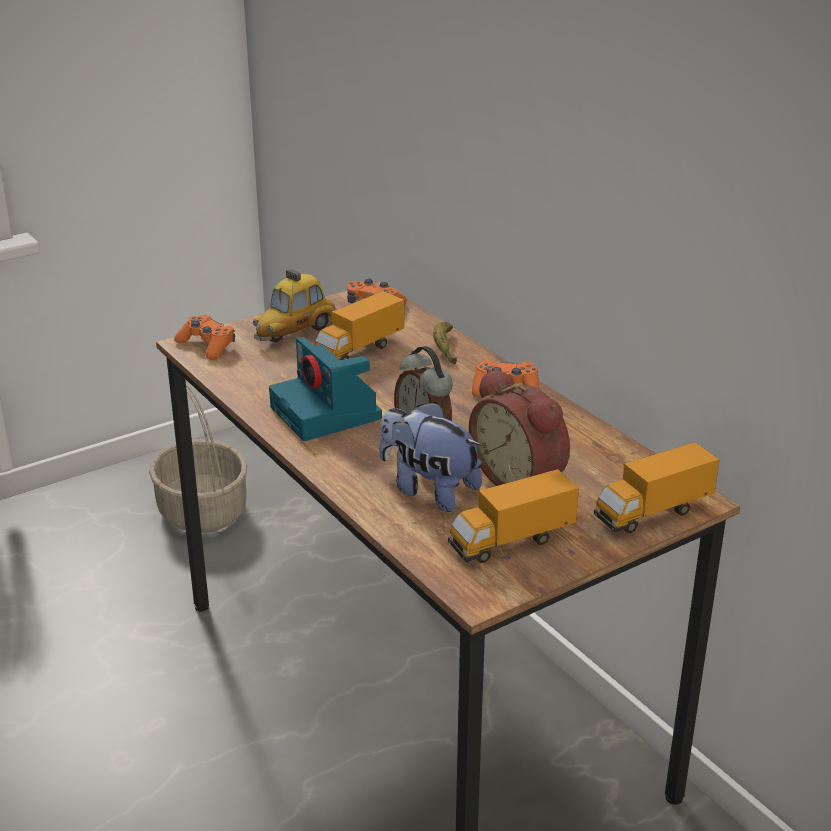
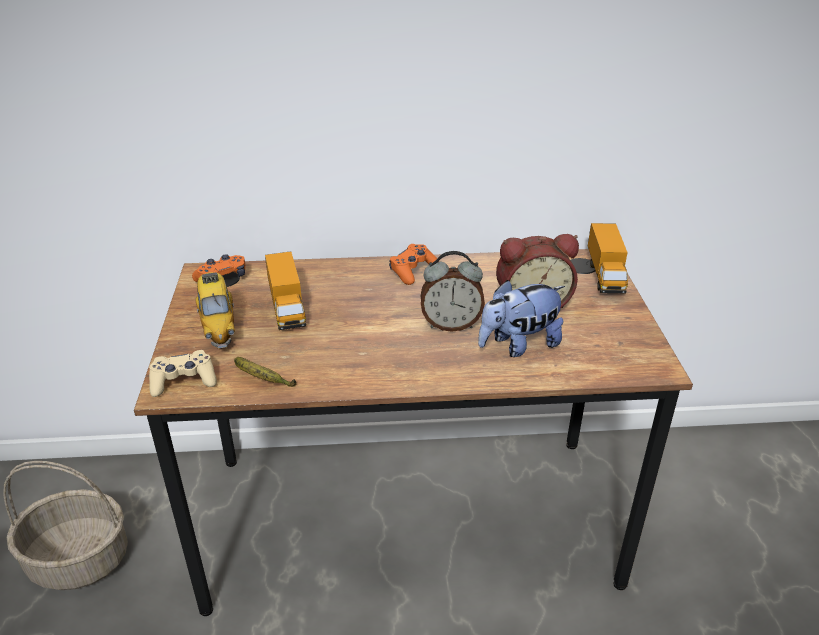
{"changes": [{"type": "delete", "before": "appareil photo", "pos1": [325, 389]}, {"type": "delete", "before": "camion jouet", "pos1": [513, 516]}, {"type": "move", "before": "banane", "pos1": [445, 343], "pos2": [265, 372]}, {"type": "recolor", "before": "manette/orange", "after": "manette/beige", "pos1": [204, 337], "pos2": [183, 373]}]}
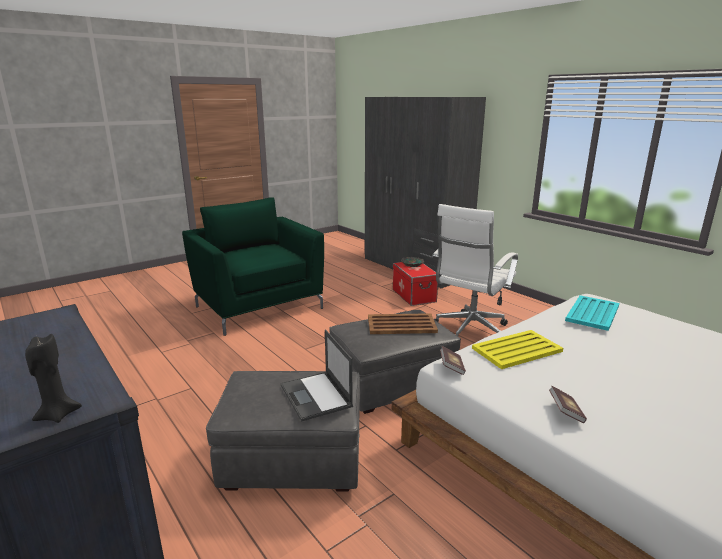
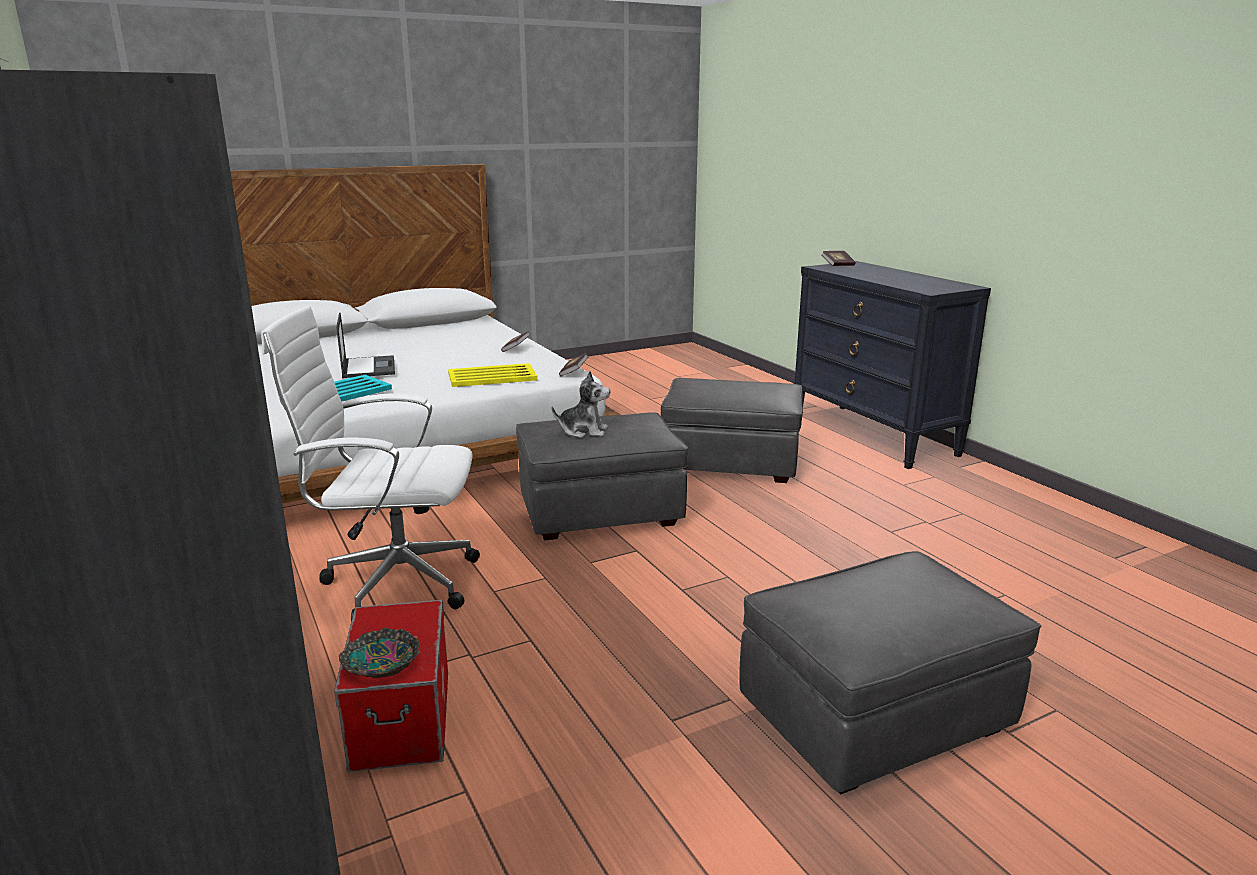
{"changes": [{"type": "move", "before": "ordinateur portable", "pos1": [317, 375], "pos2": [365, 345]}, {"type": "replace", "before": "bougie/noir", "after": "livre", "pos1": [53, 378], "pos2": [838, 258]}, {"type": "replace", "before": "fauteuil/vert", "after": "pouf/gris", "pos1": [253, 266], "pos2": [890, 672]}, {"type": "replace", "before": "plateau/marron", "after": "peluche", "pos1": [403, 323], "pos2": [581, 404]}, {"type": "rotate", "before": "chaise de bureau/blanc", "pos1": [475, 270], "pos2": [370, 463], "turn": -135}]}
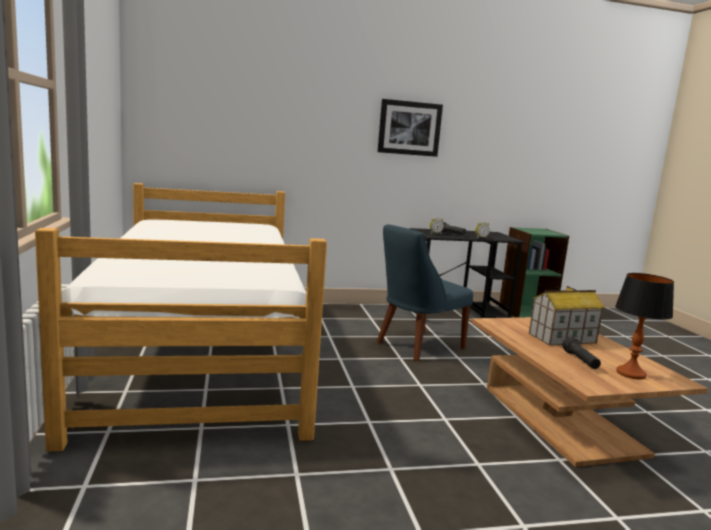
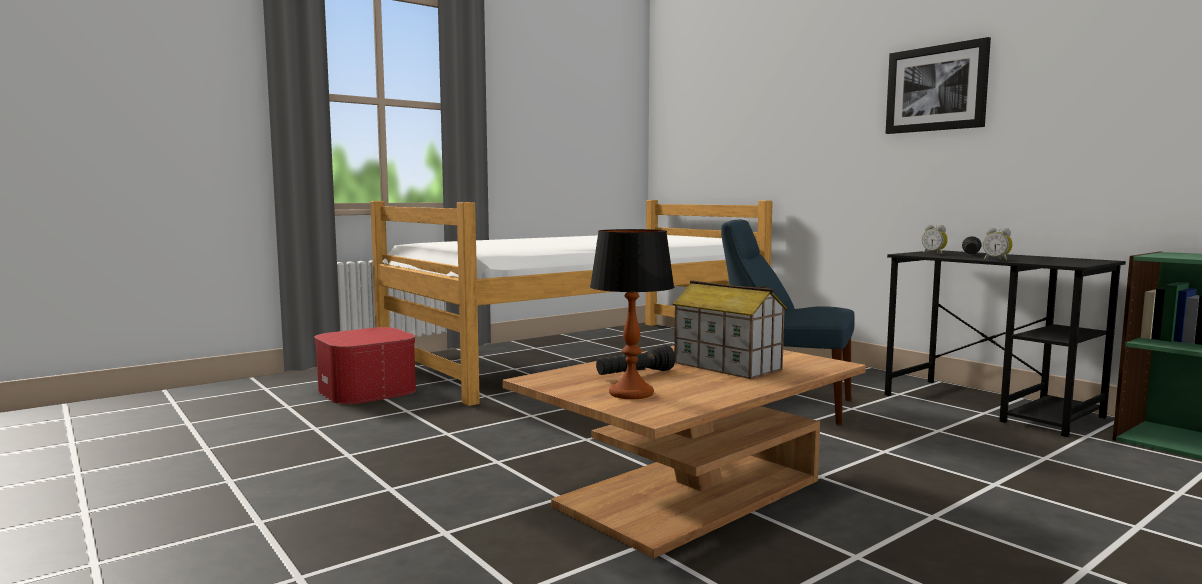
{"changes": [{"type": "insert", "after": "pouf", "pos2": [365, 365]}]}
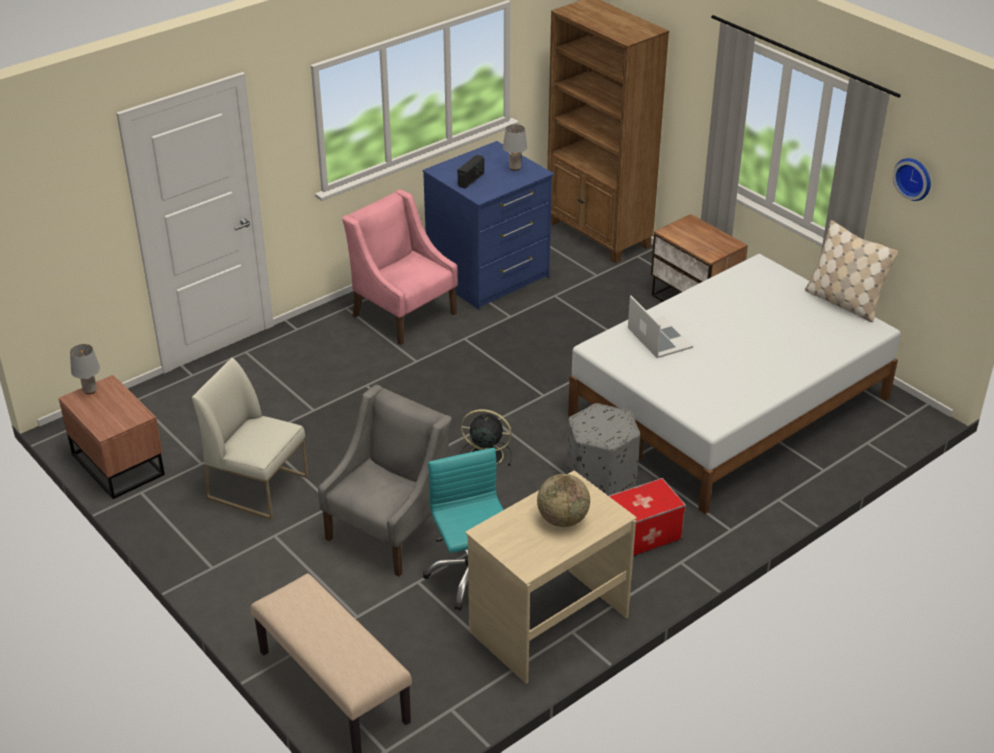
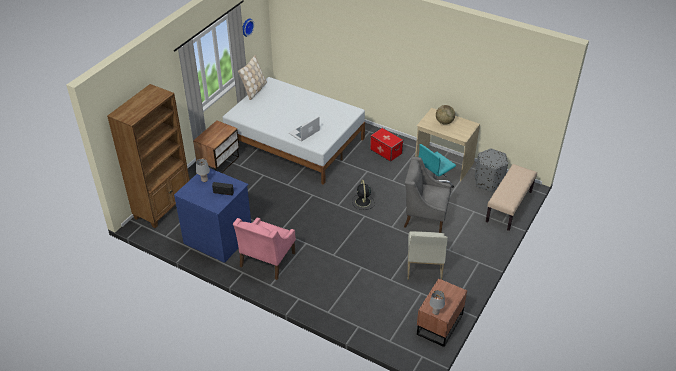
{"changes": [{"type": "move", "before": "pouf/gris", "pos1": [603, 449], "pos2": [491, 170]}]}
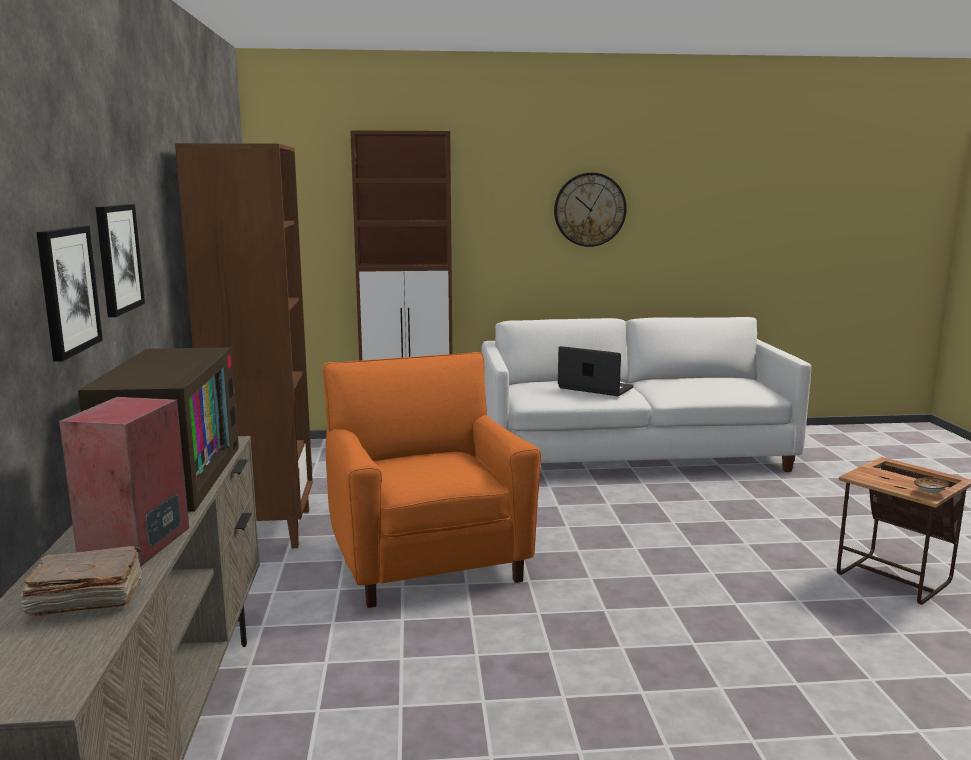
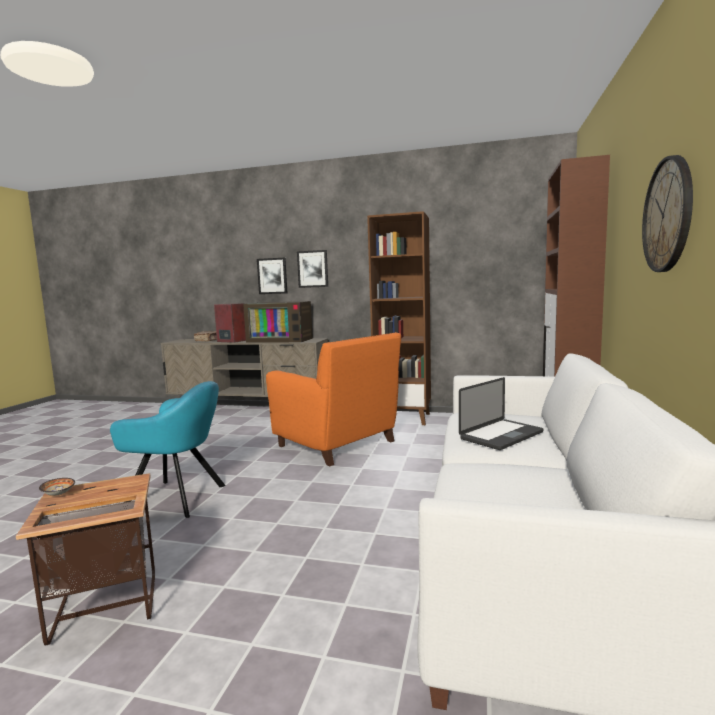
{"changes": [{"type": "insert", "after": "fauteuil/turquoise", "pos2": [168, 449]}, {"type": "rotate", "before": "fauteuil/orange", "pos1": [432, 480], "pos2": [333, 399], "turn": 45}]}
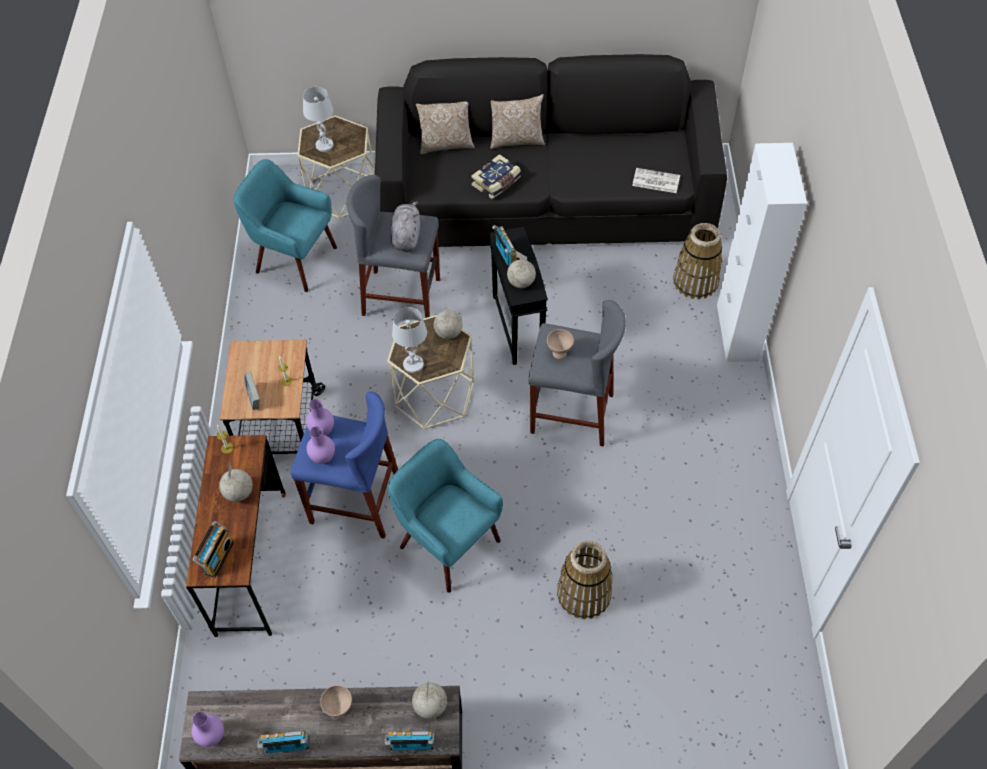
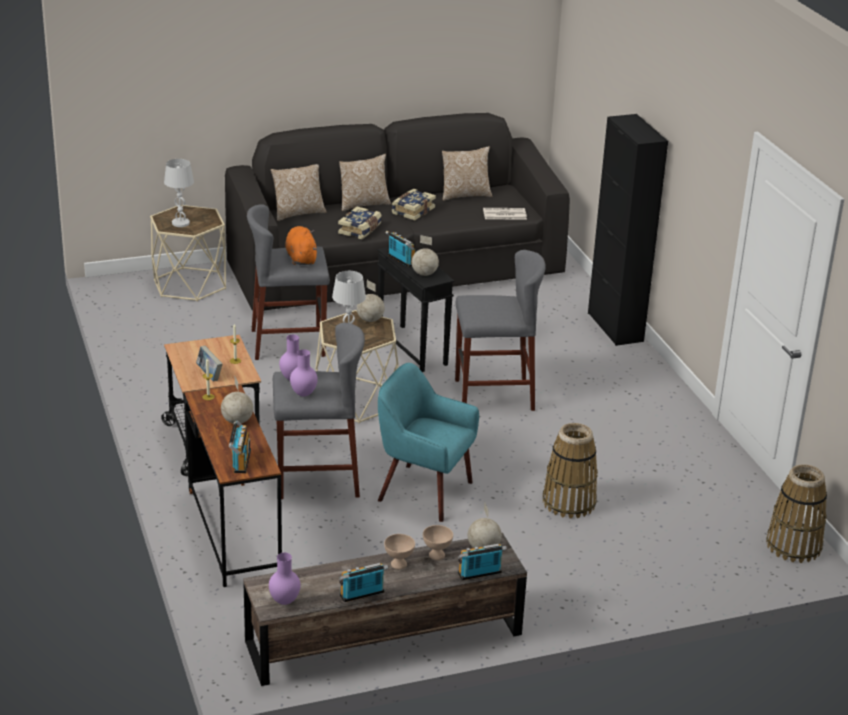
{"changes": [{"type": "delete", "before": "fauteuil/turquoise", "pos1": [285, 225]}, {"type": "insert", "after": "livre", "pos2": [413, 205]}, {"type": "insert", "after": "coussin", "pos2": [467, 173]}, {"type": "move", "before": "bol/beige", "pos1": [560, 344], "pos2": [438, 542]}, {"type": "move", "before": "panier", "pos1": [697, 261], "pos2": [796, 514]}, {"type": "recolor", "before": "tabouret/bleu", "after": "tabouret/gris", "pos1": [344, 465], "pos2": [319, 411]}, {"type": "recolor", "before": "peluche/gris", "after": "peluche/orange", "pos1": [405, 226], "pos2": [301, 245]}, {"type": "recolor", "before": "meuble de rangement/blanc", "after": "meuble de rangement/noir", "pos1": [762, 252], "pos2": [628, 230]}]}
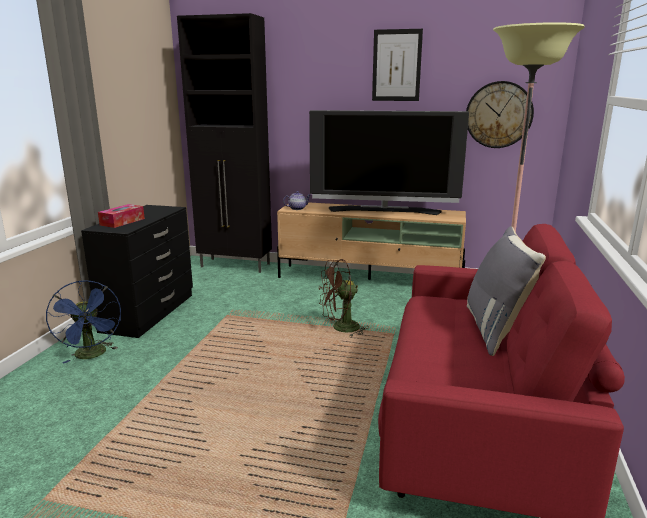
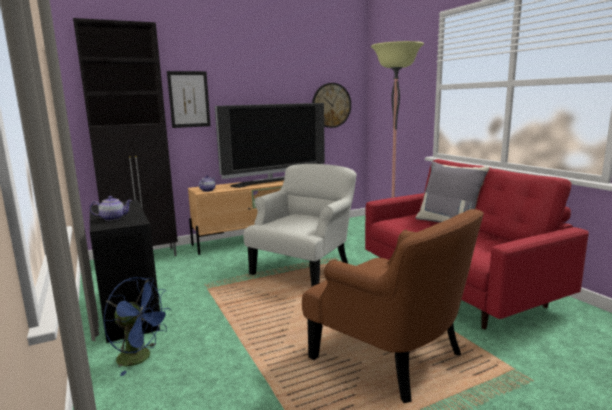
{"changes": [{"type": "insert", "after": "fauteuil/marron", "pos2": [393, 306]}, {"type": "move", "before": "tableau", "pos1": [397, 65], "pos2": [189, 99]}, {"type": "replace", "before": "boîte à mouchoirs", "after": "théière", "pos1": [121, 216], "pos2": [111, 208]}, {"type": "replace", "before": "ventilateur/marron", "after": "fauteuil/blanc", "pos1": [344, 298], "pos2": [299, 225]}]}
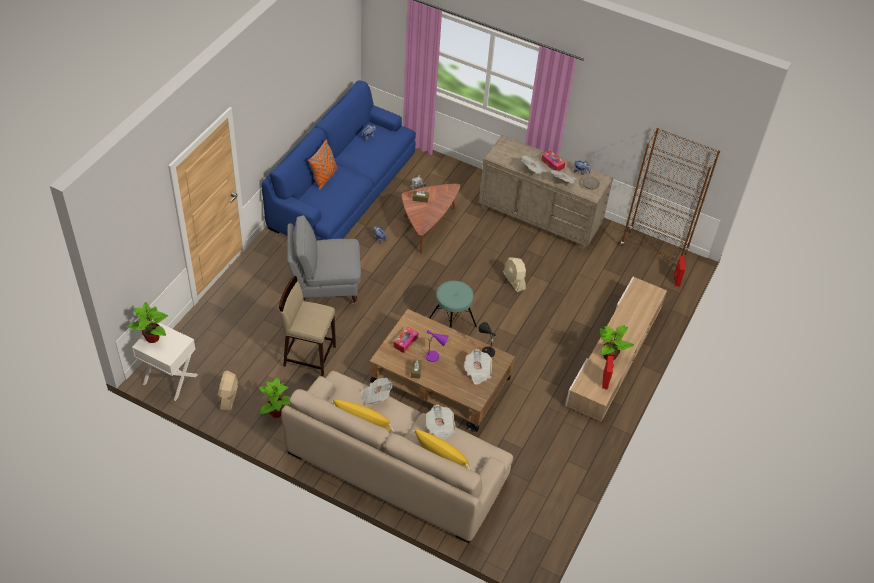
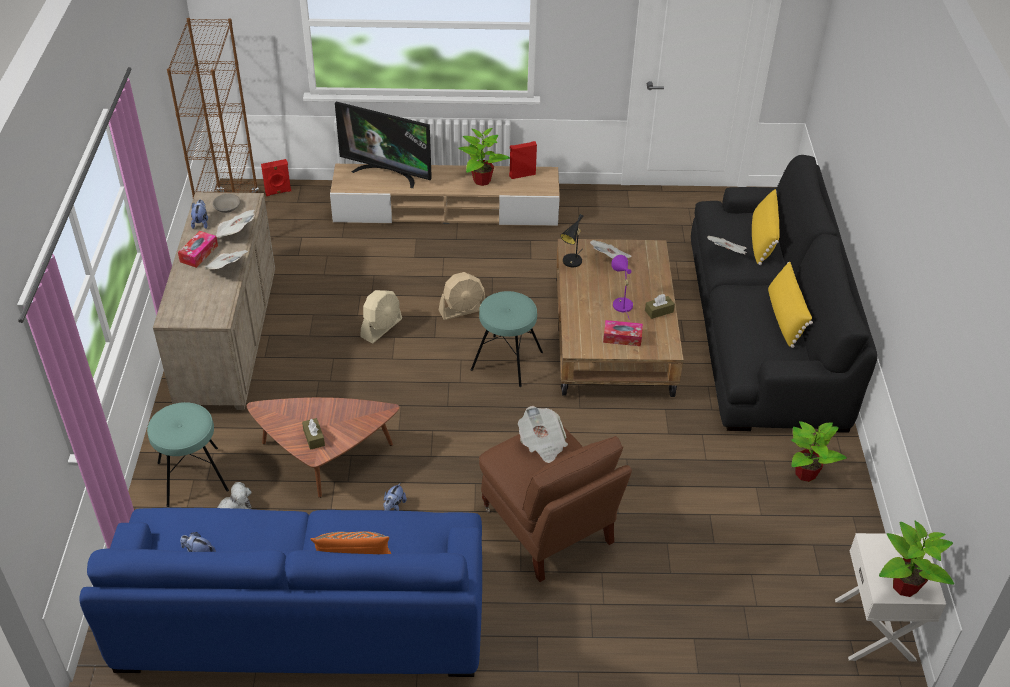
{"changes": [{"type": "delete", "before": "tabouret/beige", "pos1": [307, 326]}, {"type": "insert", "after": "tabouret/turquoise", "pos2": [188, 454]}, {"type": "insert", "after": "téléviseur", "pos2": [383, 144]}, {"type": "move", "before": "ventilateur/beige", "pos1": [227, 390], "pos2": [462, 296]}, {"type": "move", "before": "journal", "pos1": [376, 391], "pos2": [543, 434]}, {"type": "recolor", "before": "canapé/beige", "after": "canapé/noir", "pos1": [397, 457], "pos2": [784, 294]}, {"type": "recolor", "before": "fauteuil/gris", "after": "fauteuil/marron", "pos1": [324, 260], "pos2": [555, 504]}]}
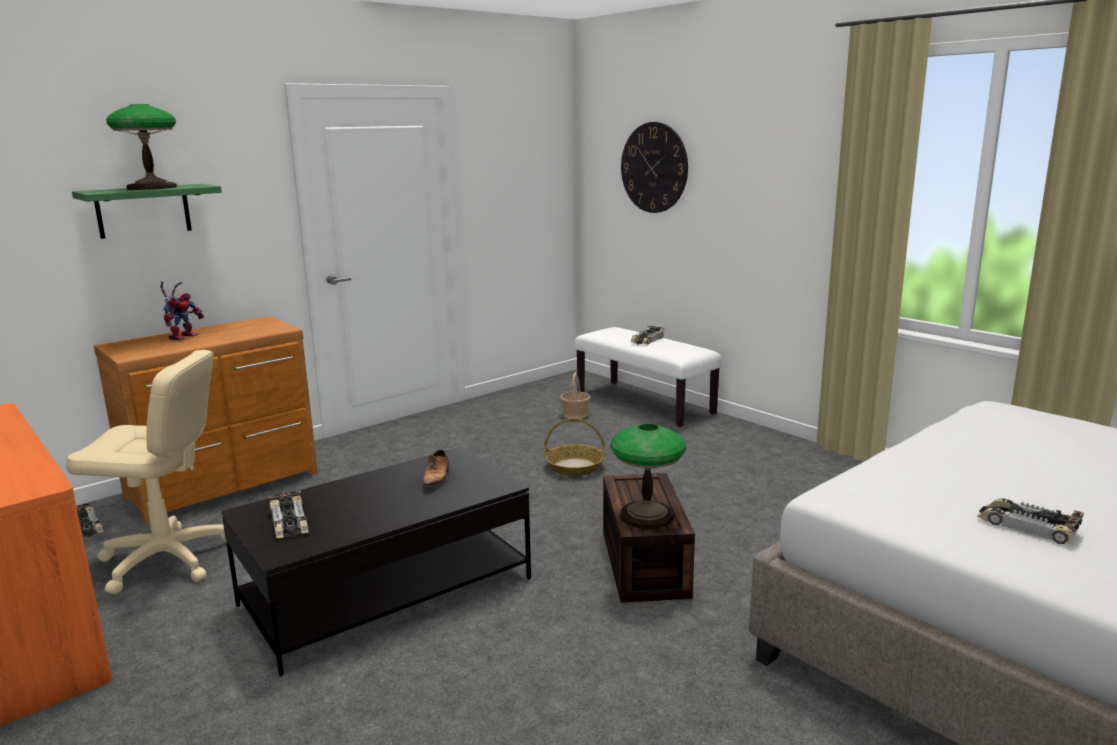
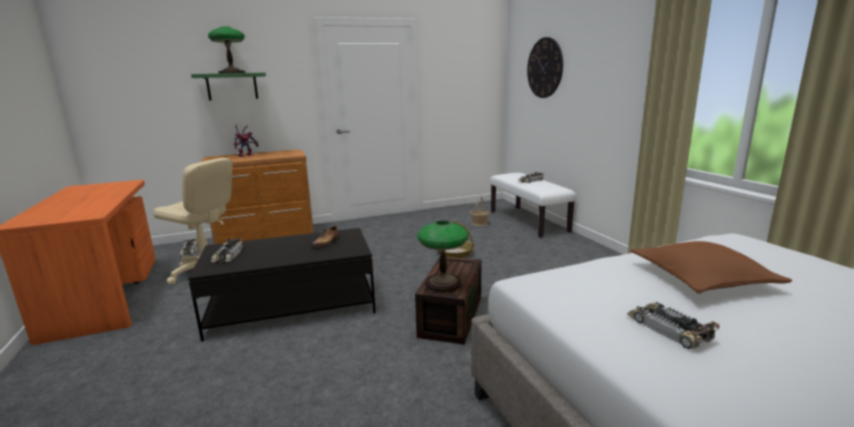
{"changes": [{"type": "insert", "after": "coussin/marron", "pos2": [711, 267]}]}
